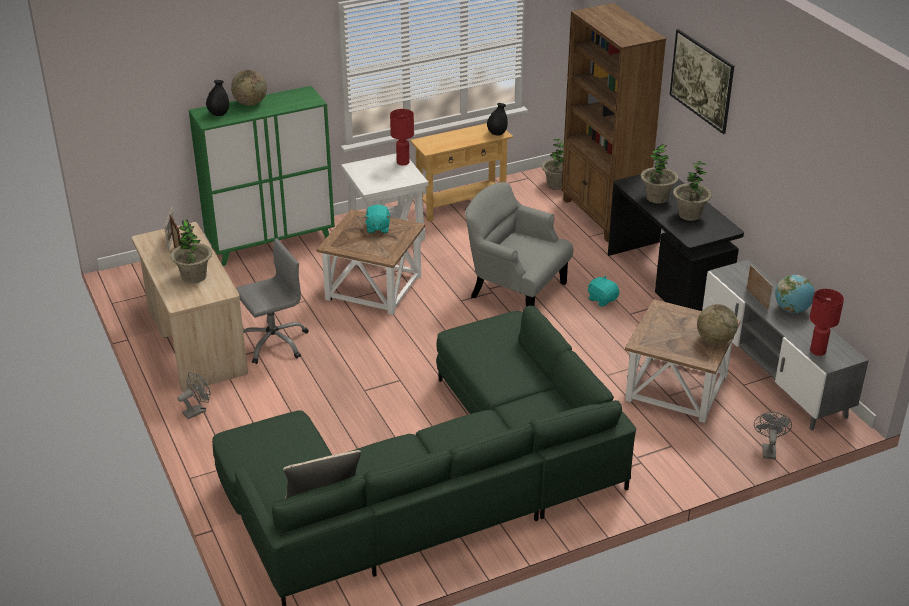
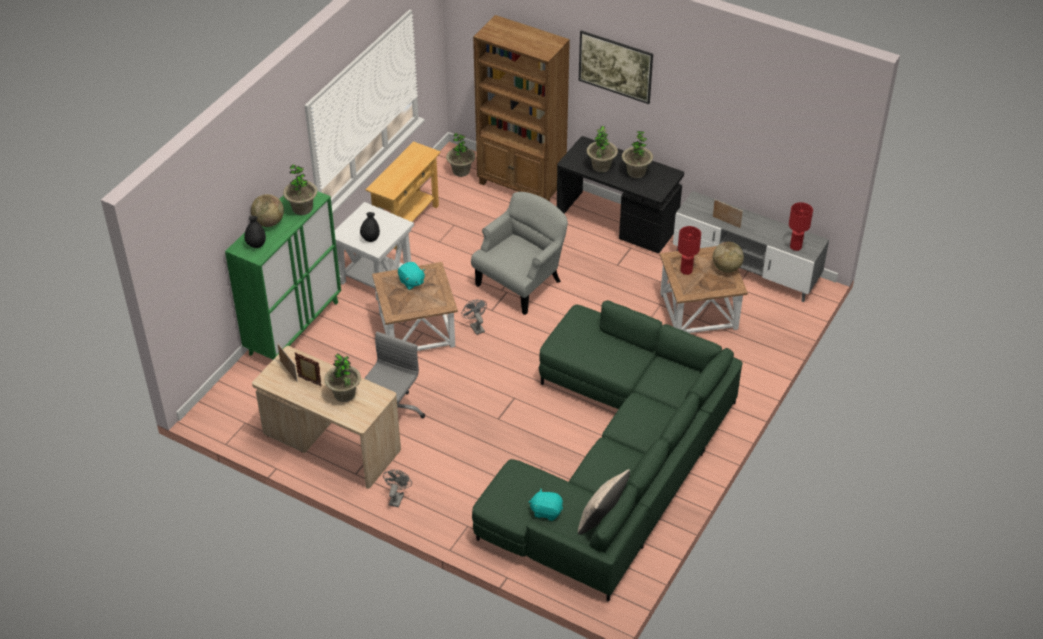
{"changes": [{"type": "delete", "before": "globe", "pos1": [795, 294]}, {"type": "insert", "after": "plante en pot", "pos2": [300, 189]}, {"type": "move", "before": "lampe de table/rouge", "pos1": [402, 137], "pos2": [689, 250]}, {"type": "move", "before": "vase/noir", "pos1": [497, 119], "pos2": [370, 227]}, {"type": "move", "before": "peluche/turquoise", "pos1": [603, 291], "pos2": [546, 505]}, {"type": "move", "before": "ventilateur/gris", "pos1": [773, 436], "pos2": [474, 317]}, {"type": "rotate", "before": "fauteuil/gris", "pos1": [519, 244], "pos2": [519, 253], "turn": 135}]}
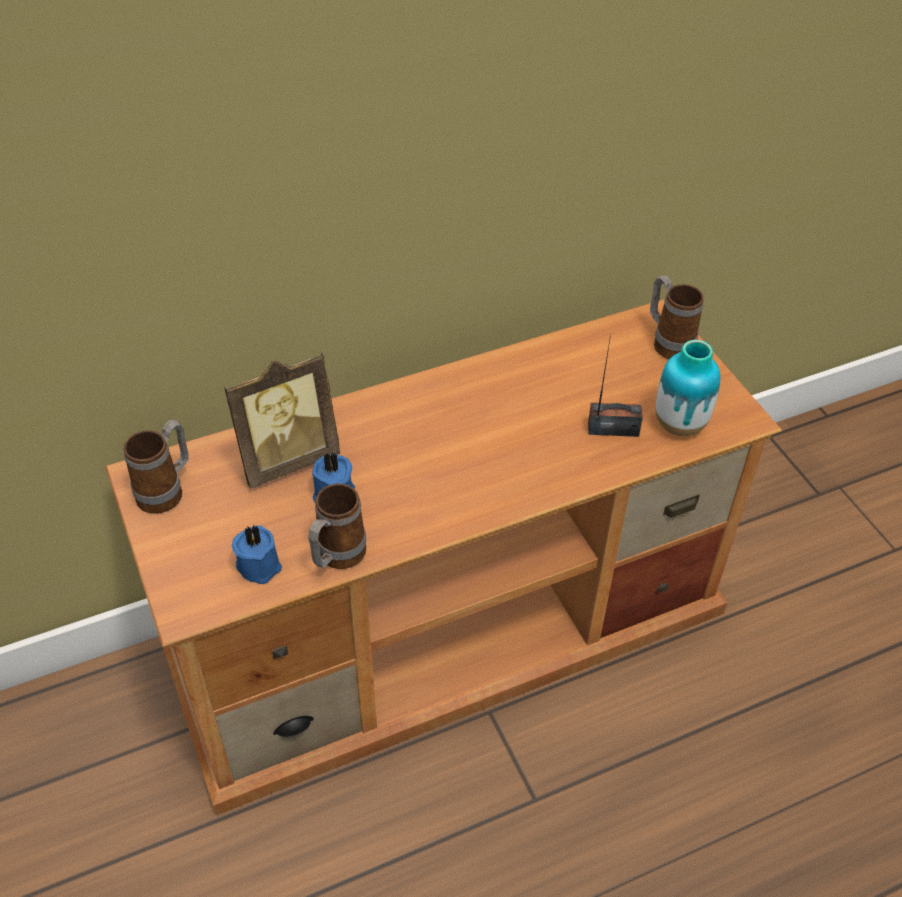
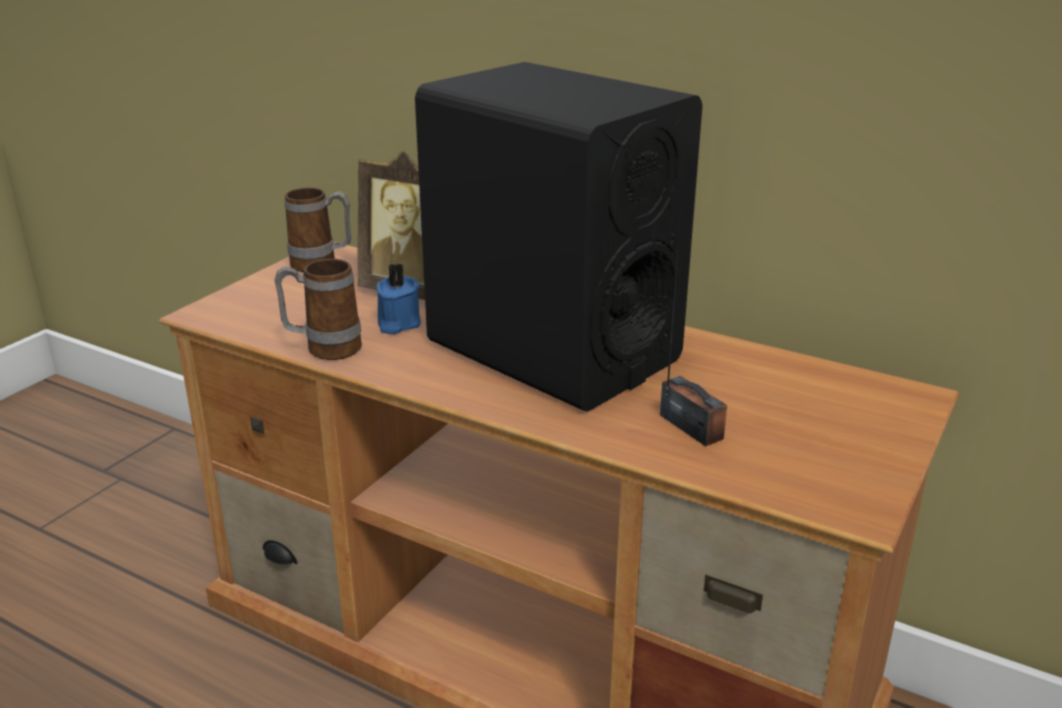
{"changes": [{"type": "delete", "before": "bougie/bleu", "pos1": [257, 555]}, {"type": "delete", "before": "mug", "pos1": [677, 317]}, {"type": "delete", "before": "vase", "pos1": [688, 388]}, {"type": "insert", "after": "enceinte/noir", "pos2": [559, 237]}]}
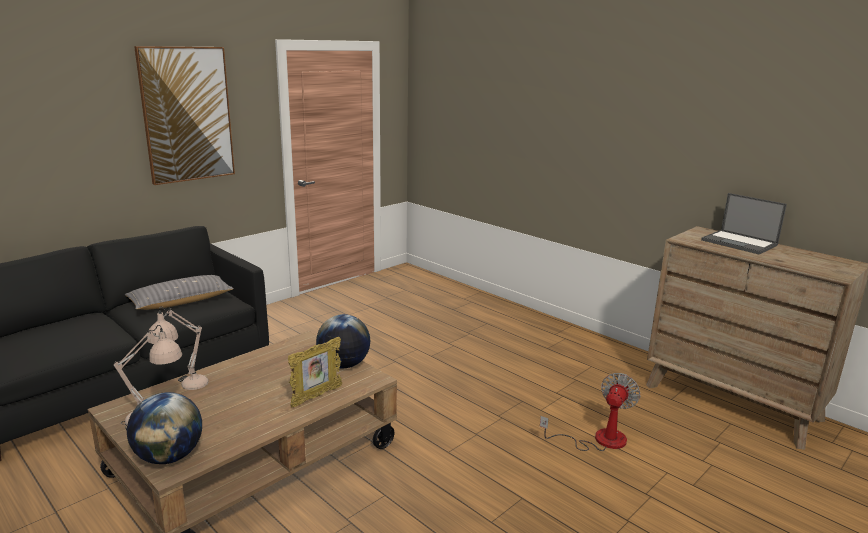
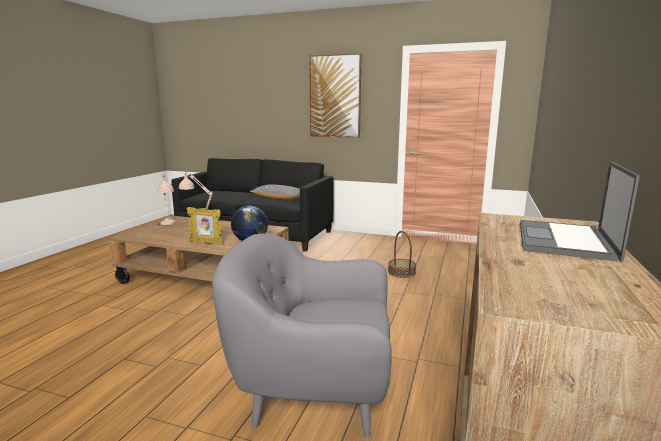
{"changes": [{"type": "delete", "before": "globe", "pos1": [164, 428]}, {"type": "insert", "after": "panier", "pos2": [402, 254]}, {"type": "replace", "before": "ventilateur", "after": "fauteuil/gris", "pos1": [590, 412], "pos2": [301, 335]}]}
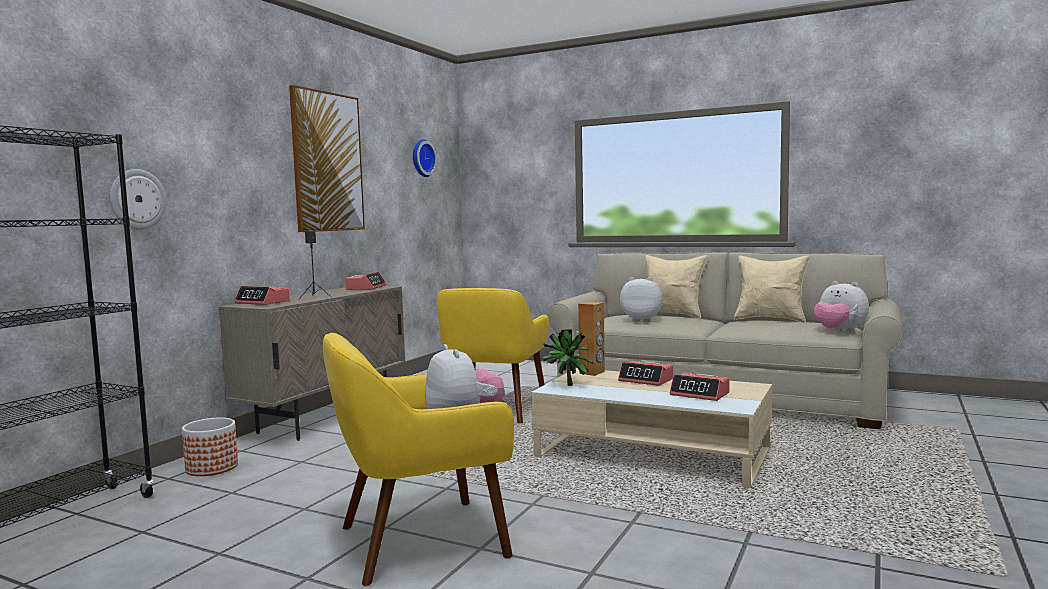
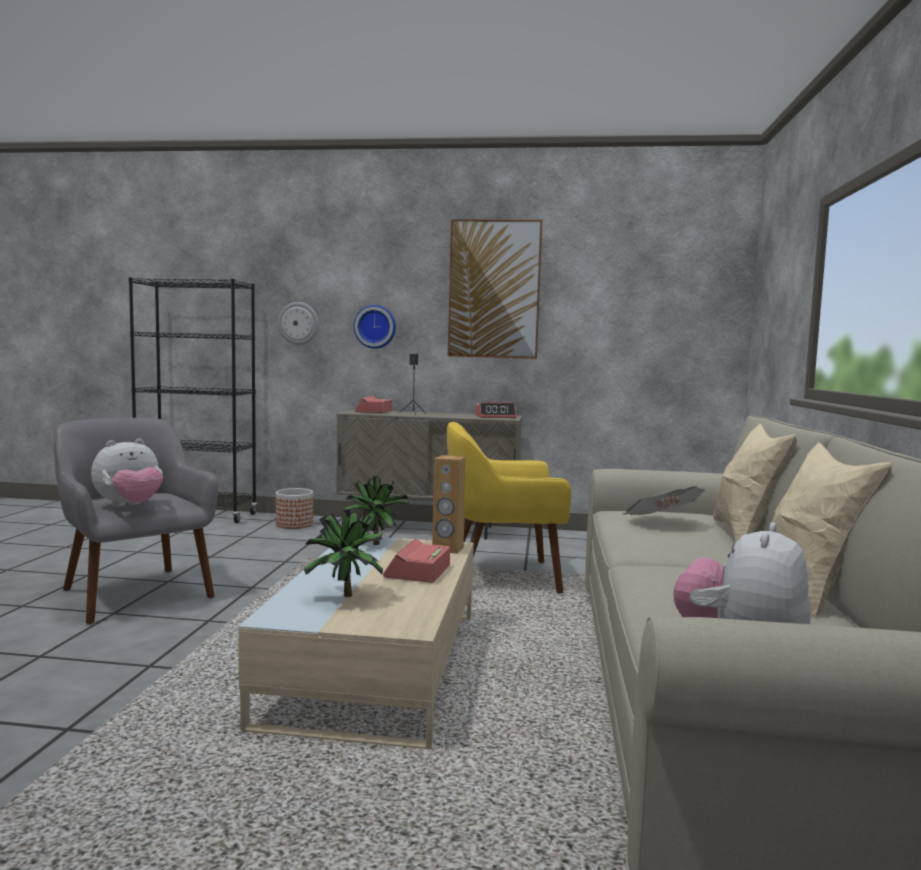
{"changes": [{"type": "move", "before": "horloge murale", "pos1": [425, 158], "pos2": [375, 327]}, {"type": "replace", "before": "peluche", "after": "journal", "pos1": [641, 299], "pos2": [664, 500]}, {"type": "replace", "before": "réveil", "after": "plante en pot", "pos1": [699, 387], "pos2": [343, 553]}, {"type": "recolor", "before": "fauteuil/jaune", "after": "fauteuil/gris", "pos1": [418, 460], "pos2": [136, 521]}]}
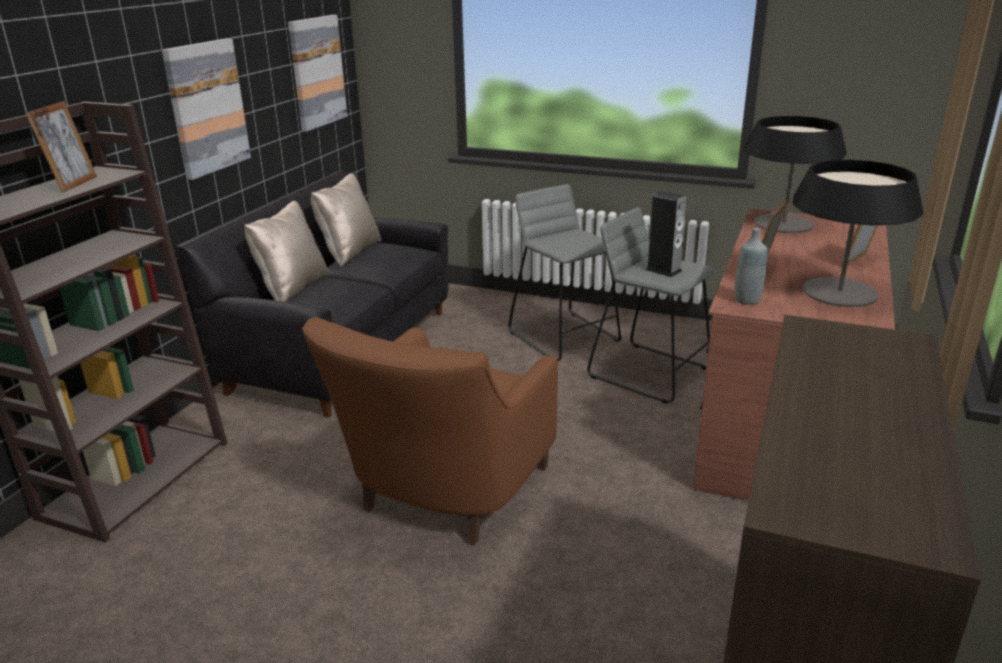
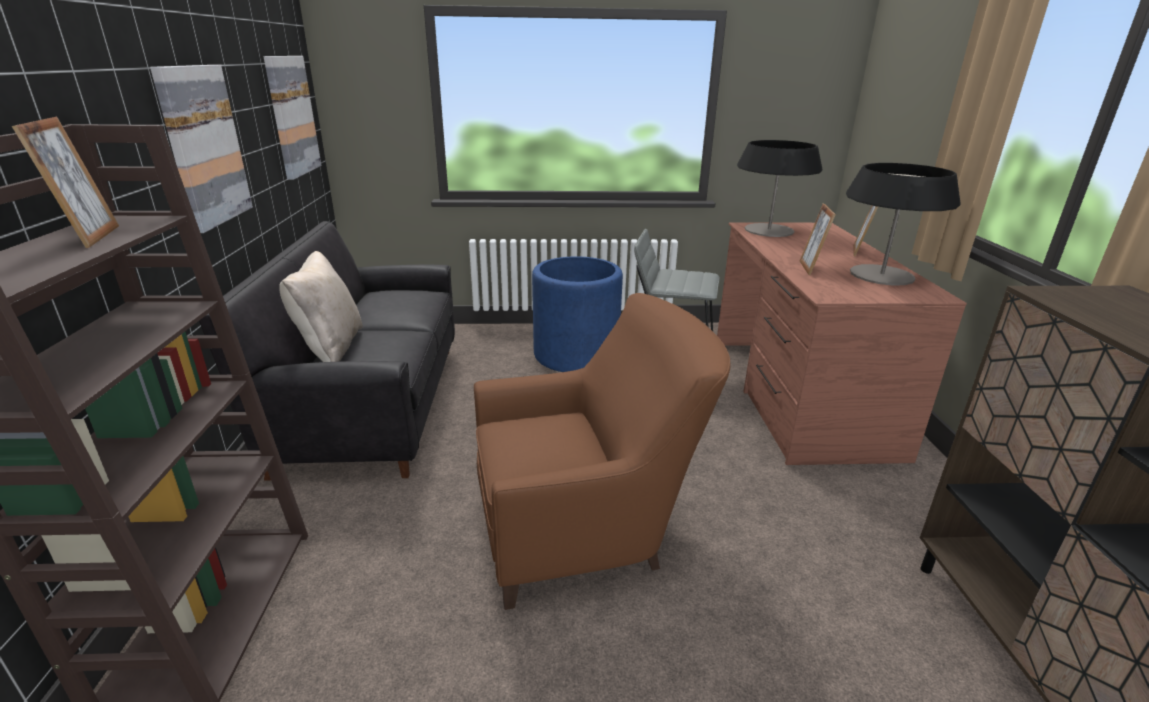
{"changes": [{"type": "delete", "before": "coussin/beige", "pos1": [346, 220]}, {"type": "delete", "before": "enceinte", "pos1": [666, 234]}, {"type": "delete", "before": "bouteille/gris", "pos1": [751, 266]}, {"type": "replace", "before": "tabouret/gris", "after": "cache-pot/bleu", "pos1": [564, 272], "pos2": [577, 314]}, {"type": "rotate", "before": "fauteuil/marron", "pos1": [430, 431], "pos2": [602, 451], "turn": -105}]}
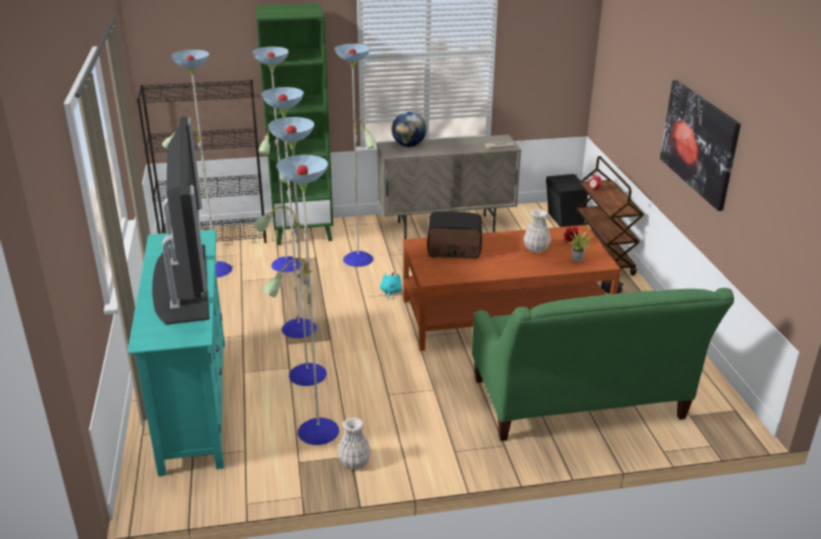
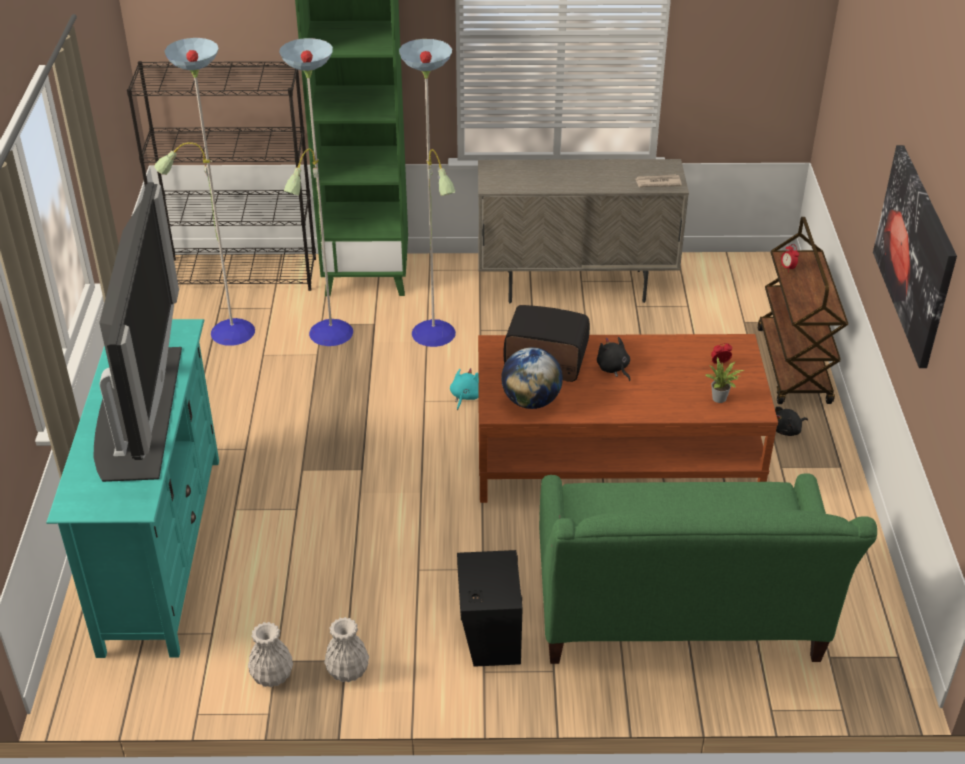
{"changes": [{"type": "delete", "before": "lampadaire", "pos1": [296, 266]}, {"type": "insert", "after": "peluche/noir", "pos2": [613, 359]}, {"type": "move", "before": "globe", "pos1": [409, 129], "pos2": [532, 378]}, {"type": "move", "before": "vase/blanc", "pos1": [537, 231], "pos2": [270, 654]}, {"type": "move", "before": "enceinte/noir", "pos1": [567, 200], "pos2": [490, 608]}]}
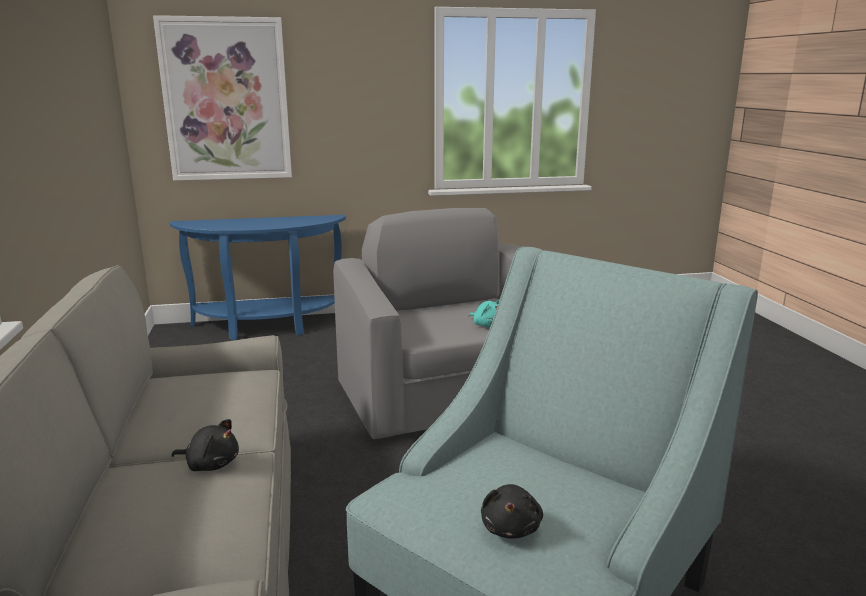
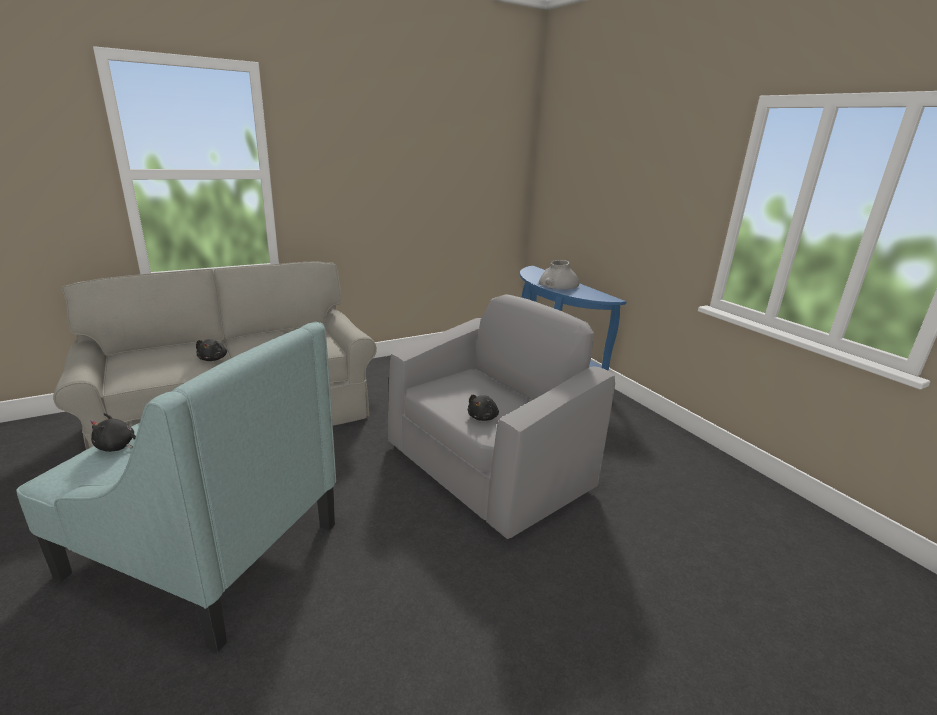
{"changes": [{"type": "delete", "before": "tableau", "pos1": [222, 98]}, {"type": "insert", "after": "vase/gris", "pos2": [559, 275]}, {"type": "recolor", "before": "peluche/turquoise", "after": "peluche/noir", "pos1": [484, 313], "pos2": [483, 408]}]}
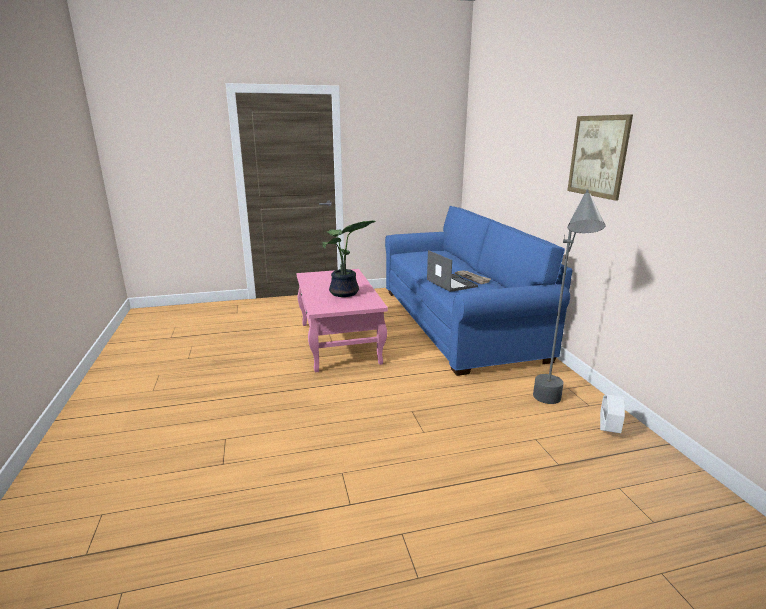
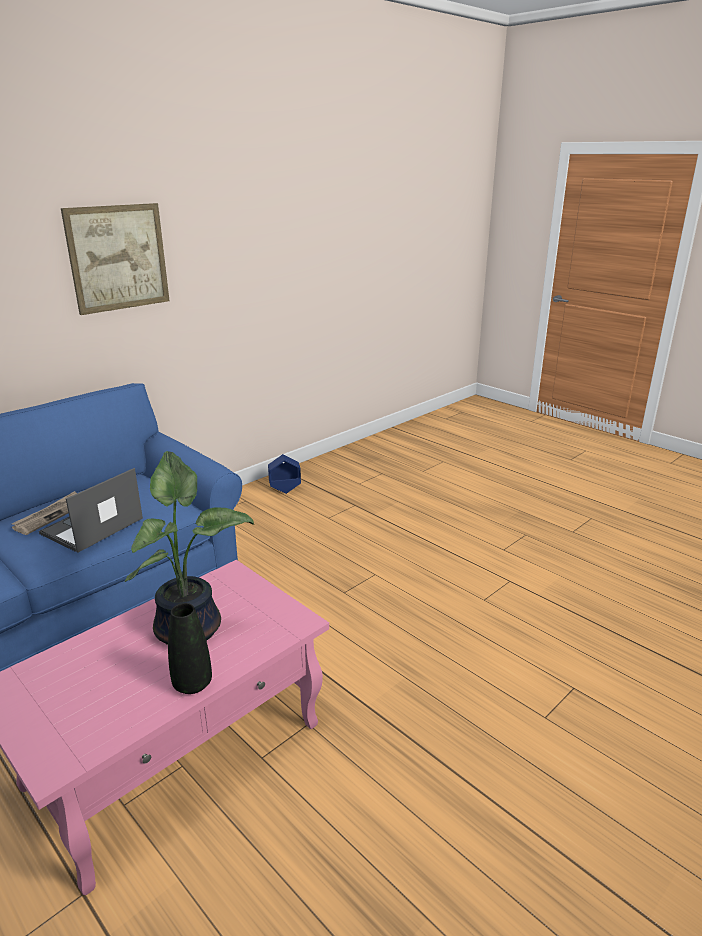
{"changes": [{"type": "delete", "before": "lampadaire/gris", "pos1": [569, 296]}, {"type": "insert", "after": "vase/noir", "pos2": [190, 648]}, {"type": "recolor", "before": "cache-pot/blanc", "after": "cache-pot/bleu", "pos1": [612, 414], "pos2": [284, 474]}]}
